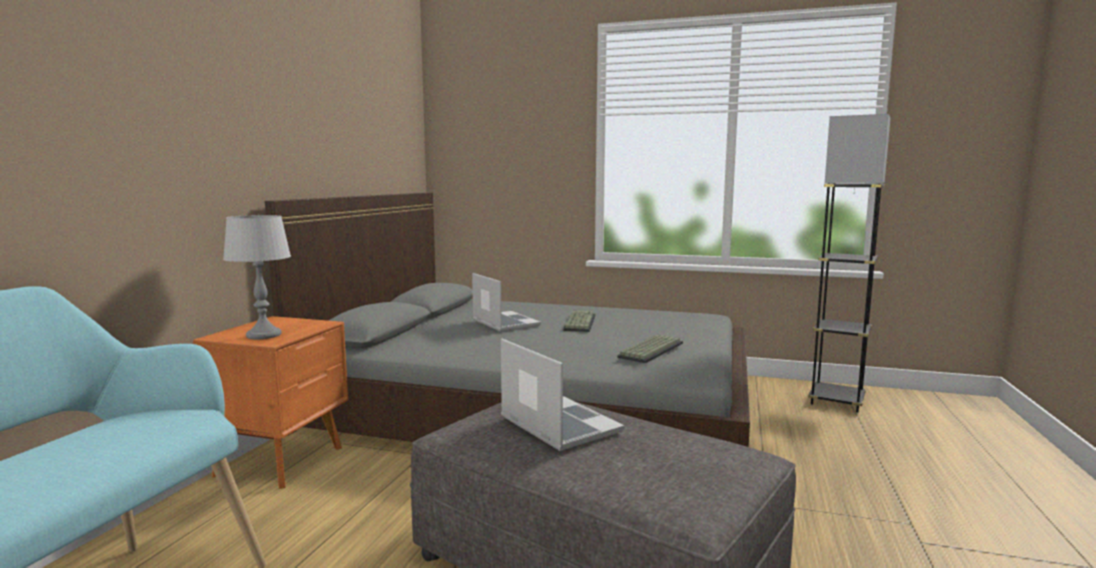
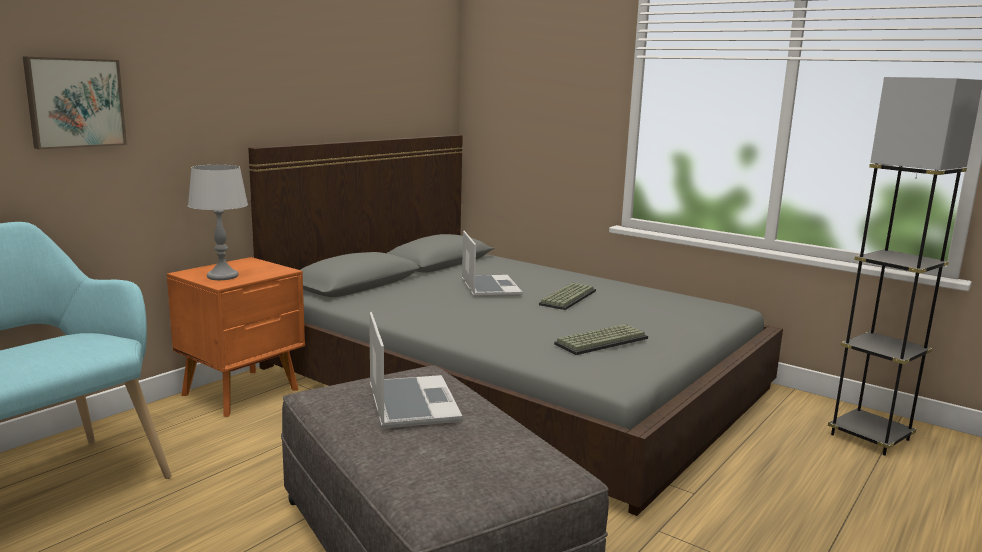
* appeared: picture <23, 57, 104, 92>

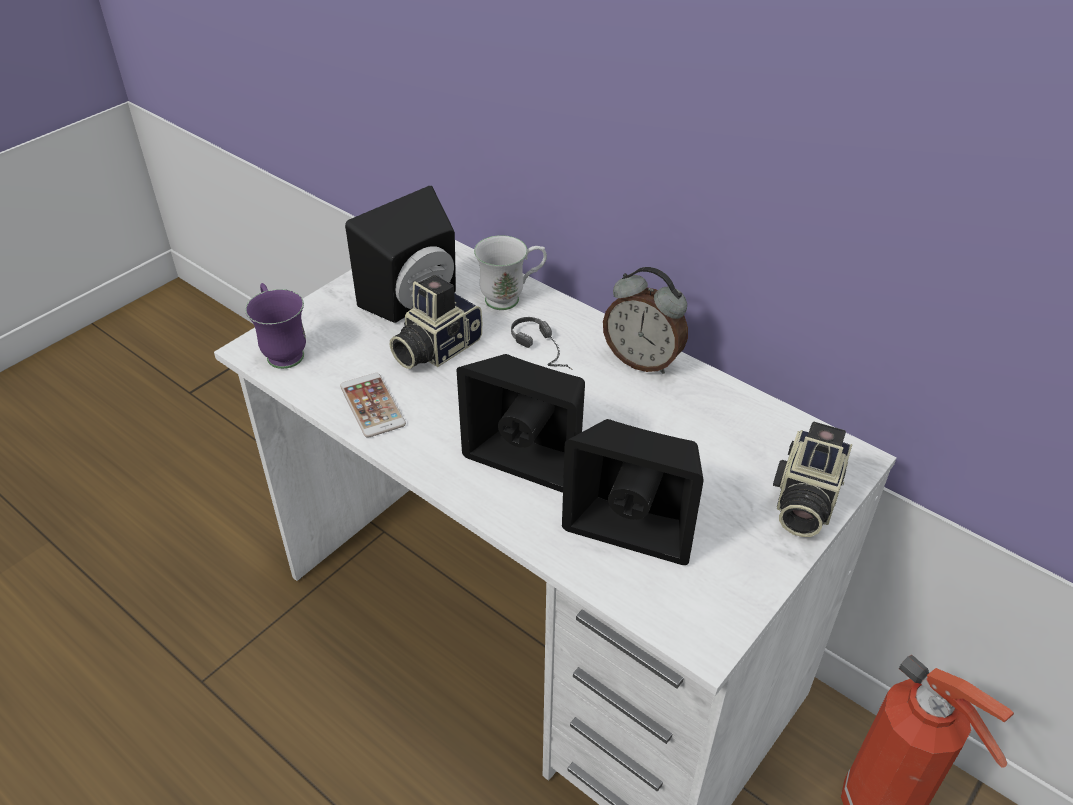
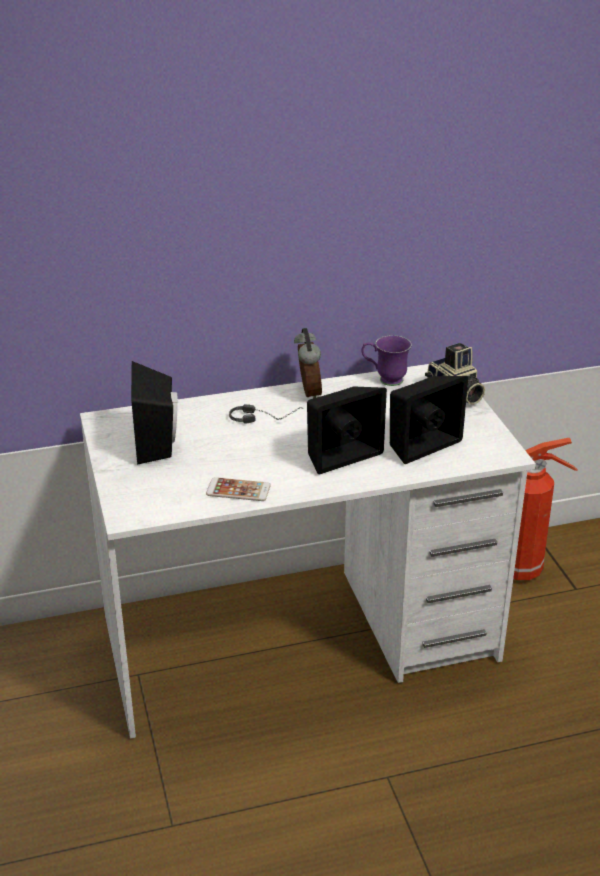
* missing: mug in white <474, 235, 73, 75>
* spun: alarm clock <603, 267, 85, 107> = <294, 328, 28, 70> 75 degrees counterclockwise
* missing: photo camera <390, 275, 92, 94>
* relocated: mug in purple <245, 283, 61, 86> to <361, 335, 51, 51>

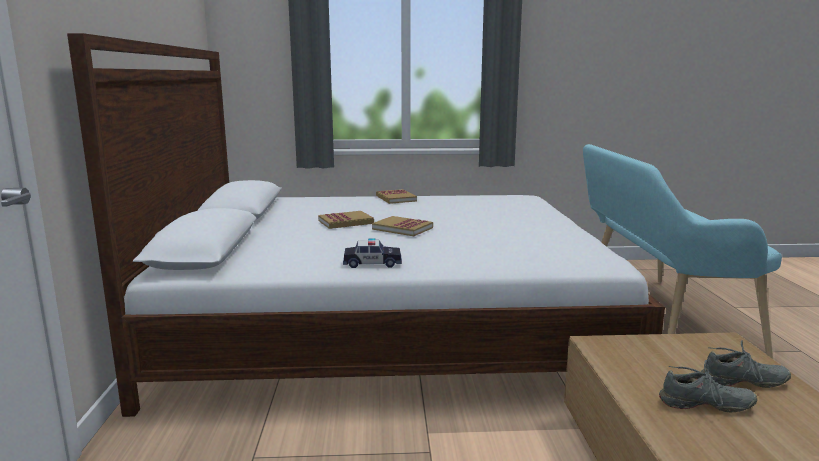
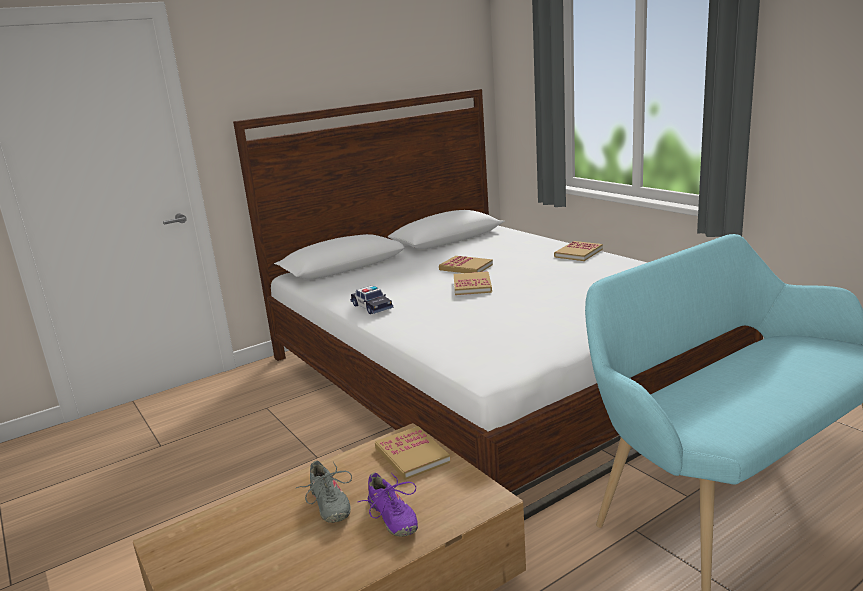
* colour: shoe in grey <701, 340, 90, 48> to shoe in purple <357, 472, 61, 65>
* appeared: book <375, 426, 75, 54>

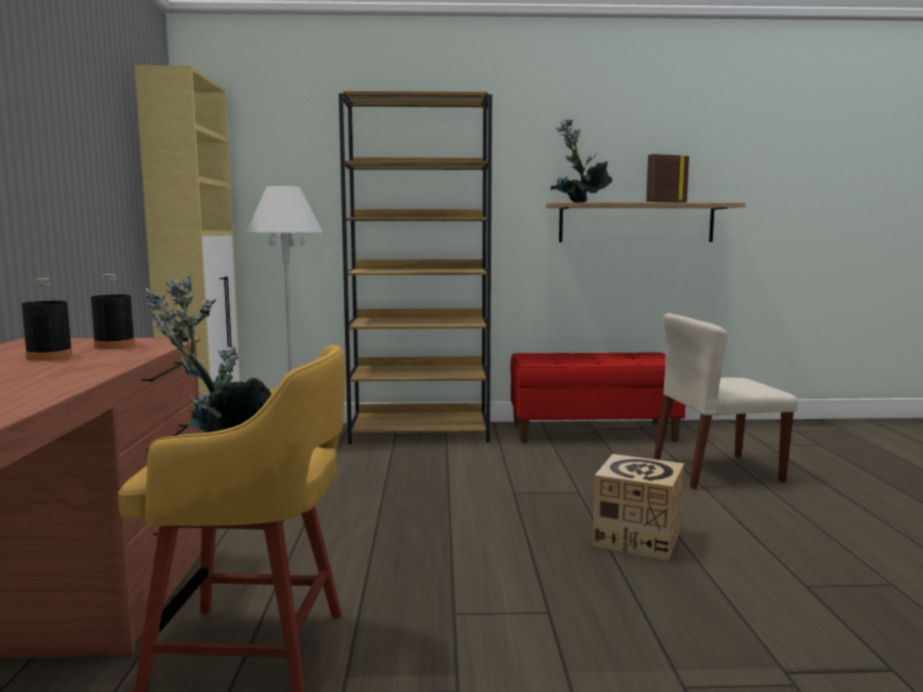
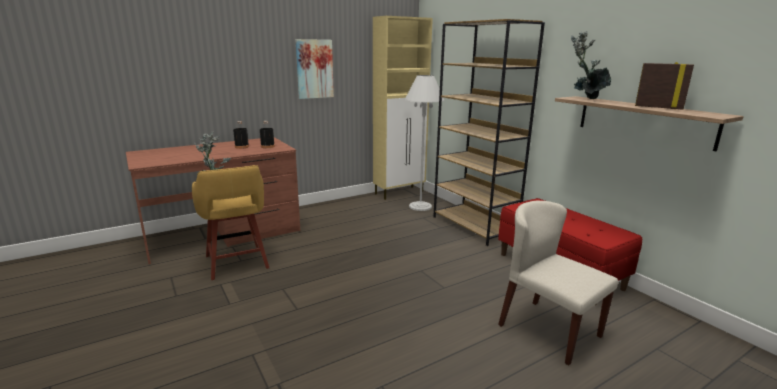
* missing: cardboard box <592, 454, 92, 107>
* appeared: picture <295, 39, 39, 60>

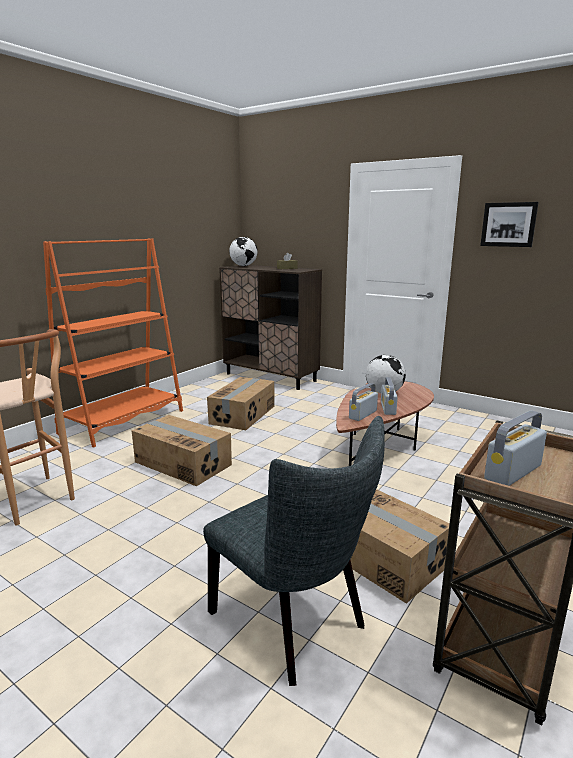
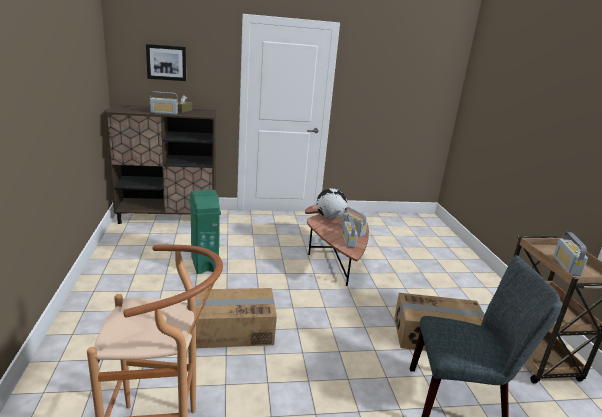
* relocated: picture <480, 202, 59, 45> to <146, 44, 40, 37>
* missing: globe <229, 237, 28, 29>
* missing: bookcase in orange <43, 238, 140, 209>
* exchanged: cardboard box <207, 377, 67, 53> to trash can in green <189, 190, 32, 84>
* appeared: radio <150, 91, 28, 24>

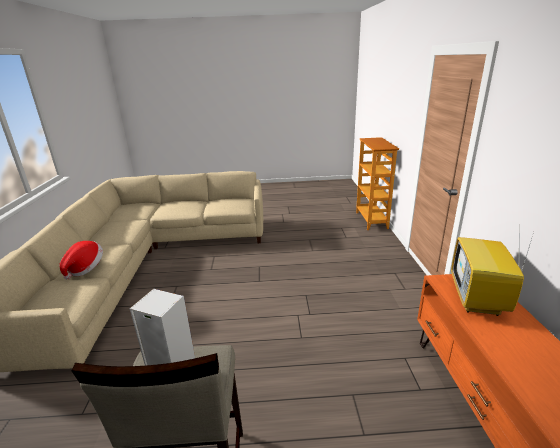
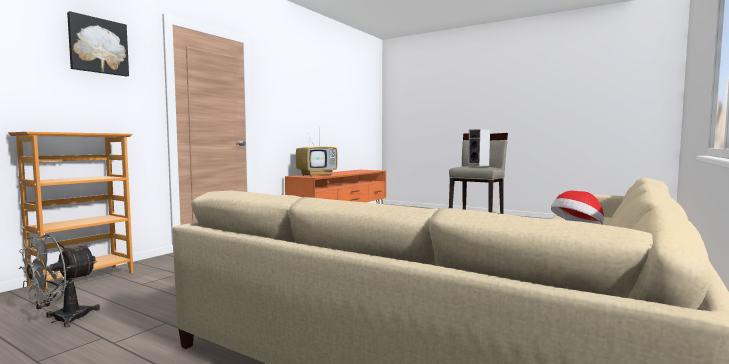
* appeared: picture <67, 11, 62, 65>
* appeared: fan in grey <19, 234, 81, 94>

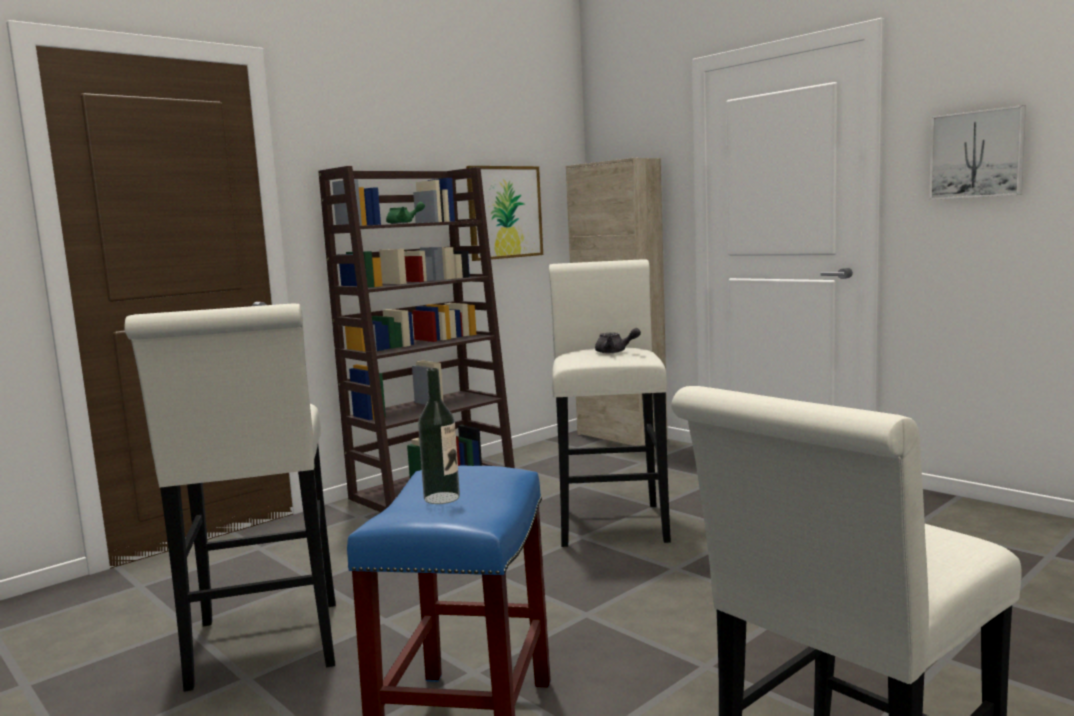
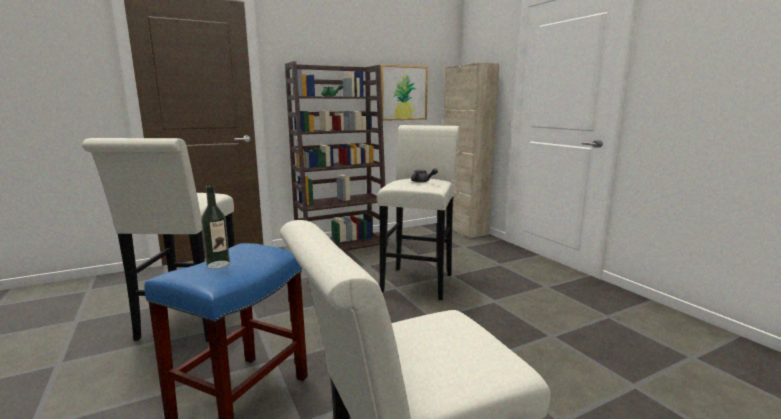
* missing: picture <929, 105, 97, 95>

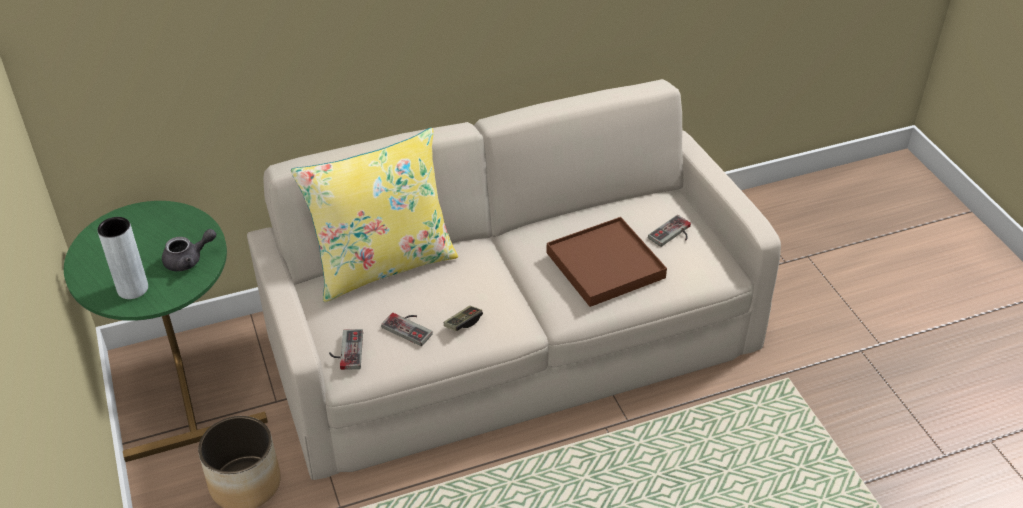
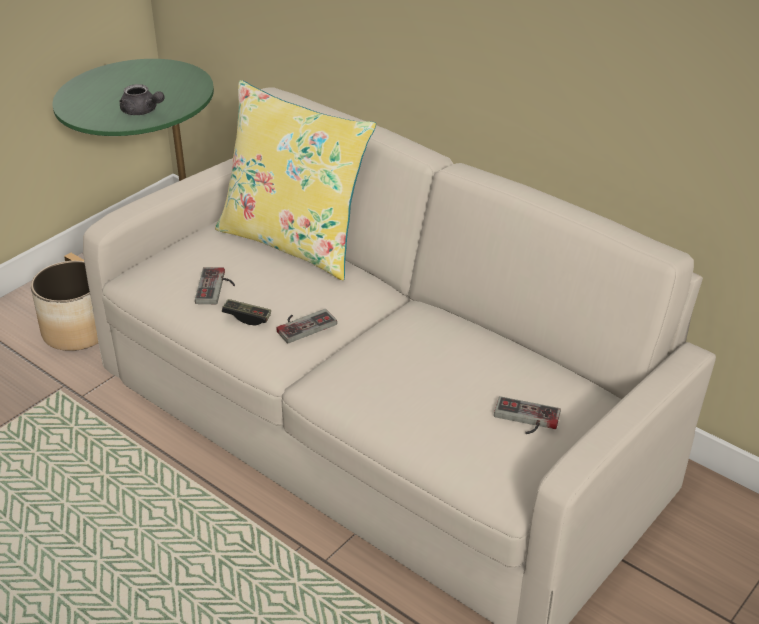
* missing: vase in grey <97, 217, 51, 82>
* missing: tray in brown <546, 217, 121, 90>
* relocated: game controller <329, 329, 34, 41> to <276, 309, 61, 35>

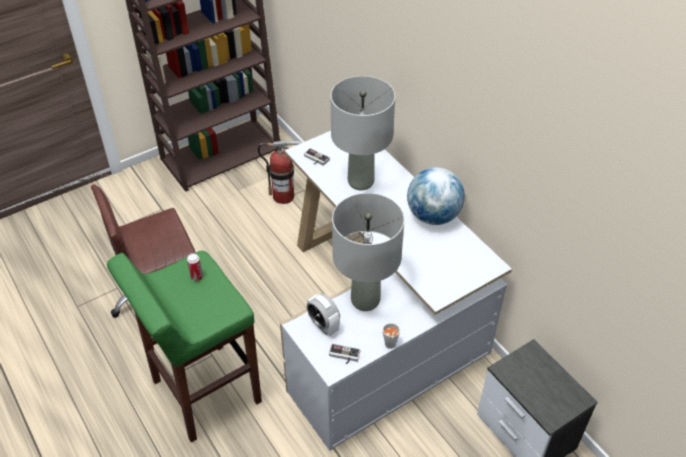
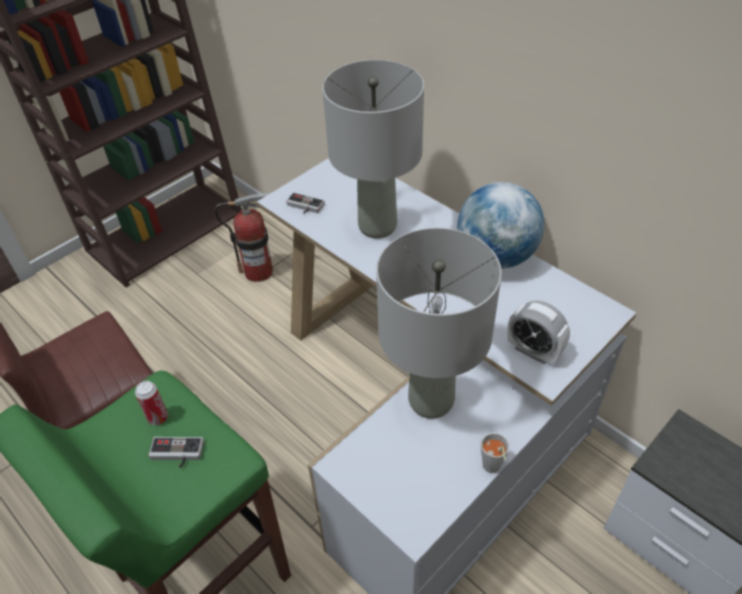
* relocated: alarm clock <307, 293, 33, 43> to <507, 301, 63, 64>
* relocated: game controller <329, 343, 31, 21> to <148, 437, 56, 31>

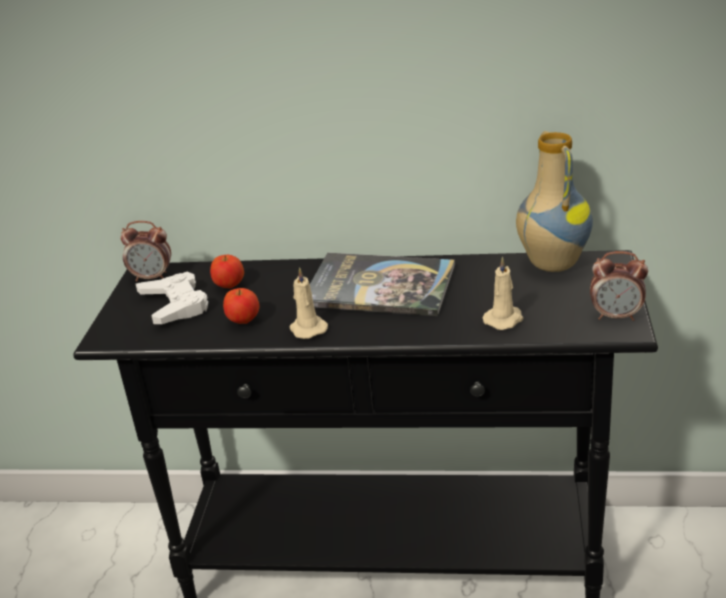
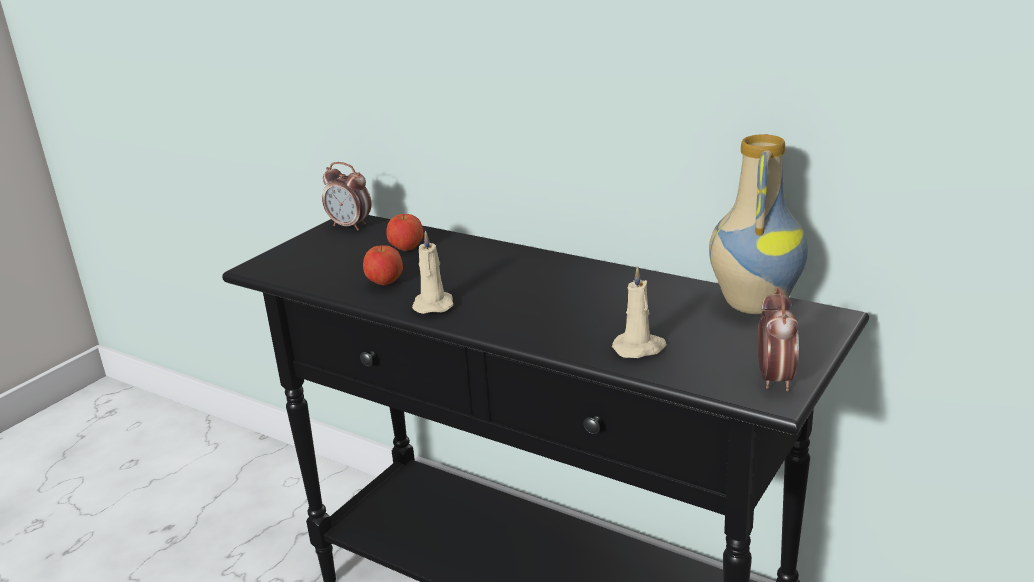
* spun: alarm clock <590, 251, 58, 70> = <758, 287, 41, 104> 120 degrees counterclockwise
* missing: book <310, 253, 145, 63>
* missing: game controller in white <136, 272, 72, 52>

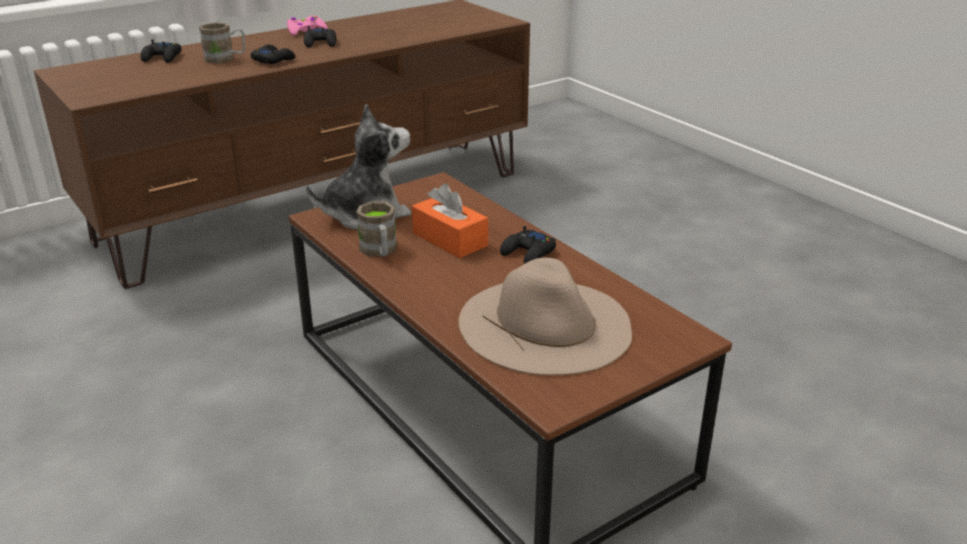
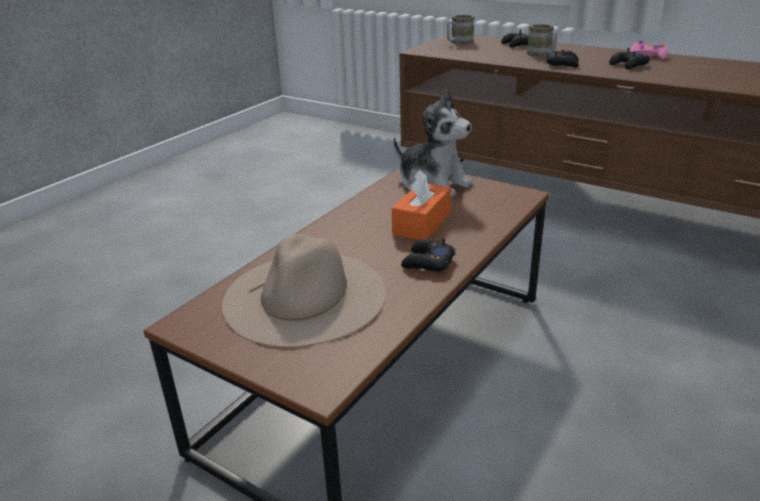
* relocated: mug in brown <356, 201, 41, 56> to <447, 15, 28, 30>

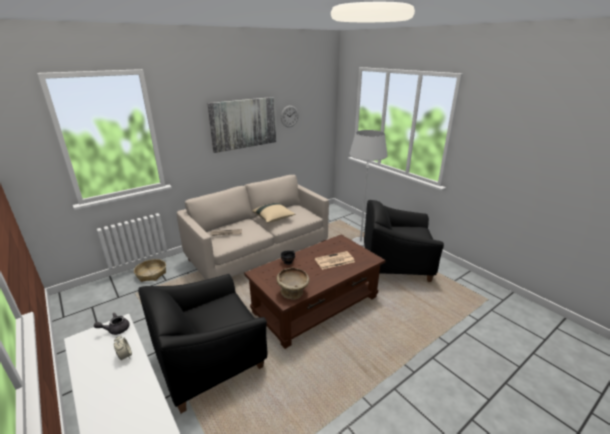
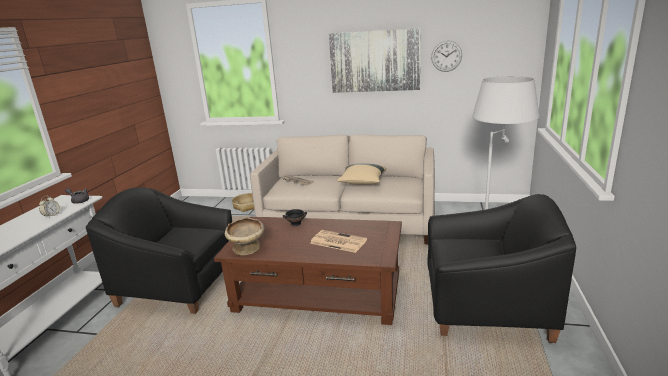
* spun: armchair in black <364, 200, 80, 82> = <427, 194, 149, 149> 135 degrees clockwise

